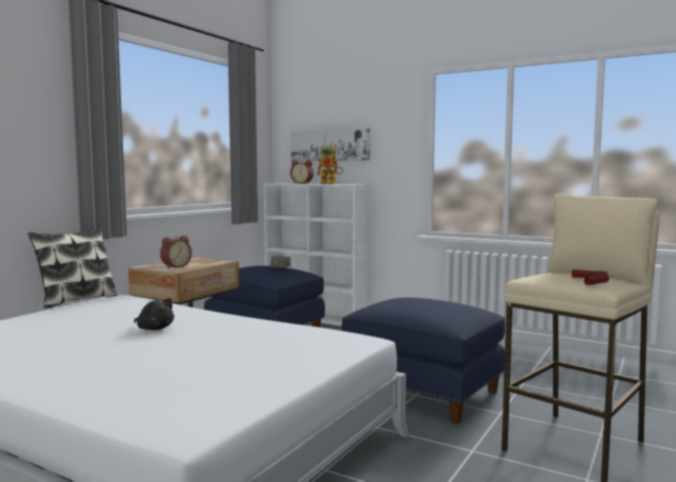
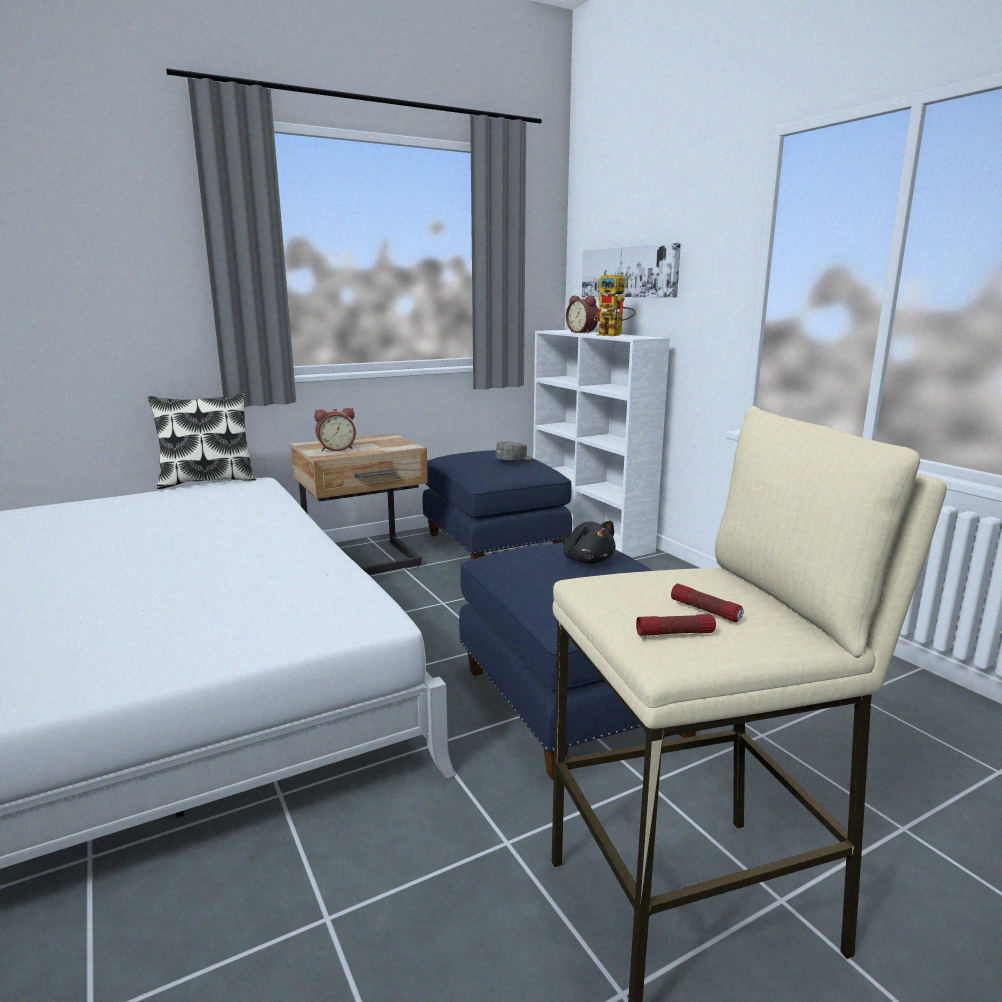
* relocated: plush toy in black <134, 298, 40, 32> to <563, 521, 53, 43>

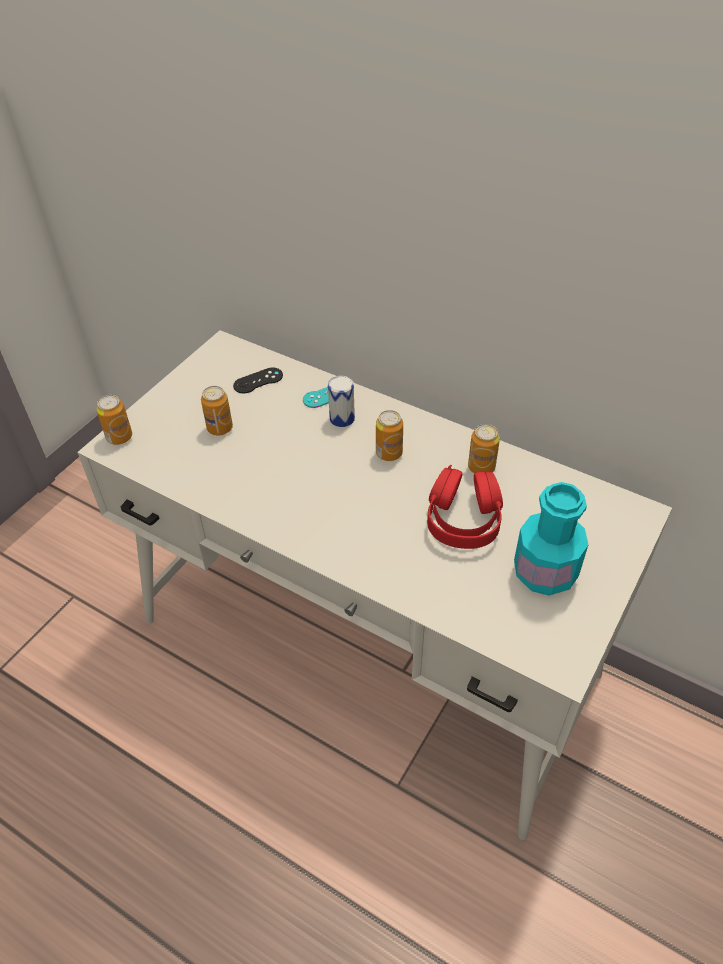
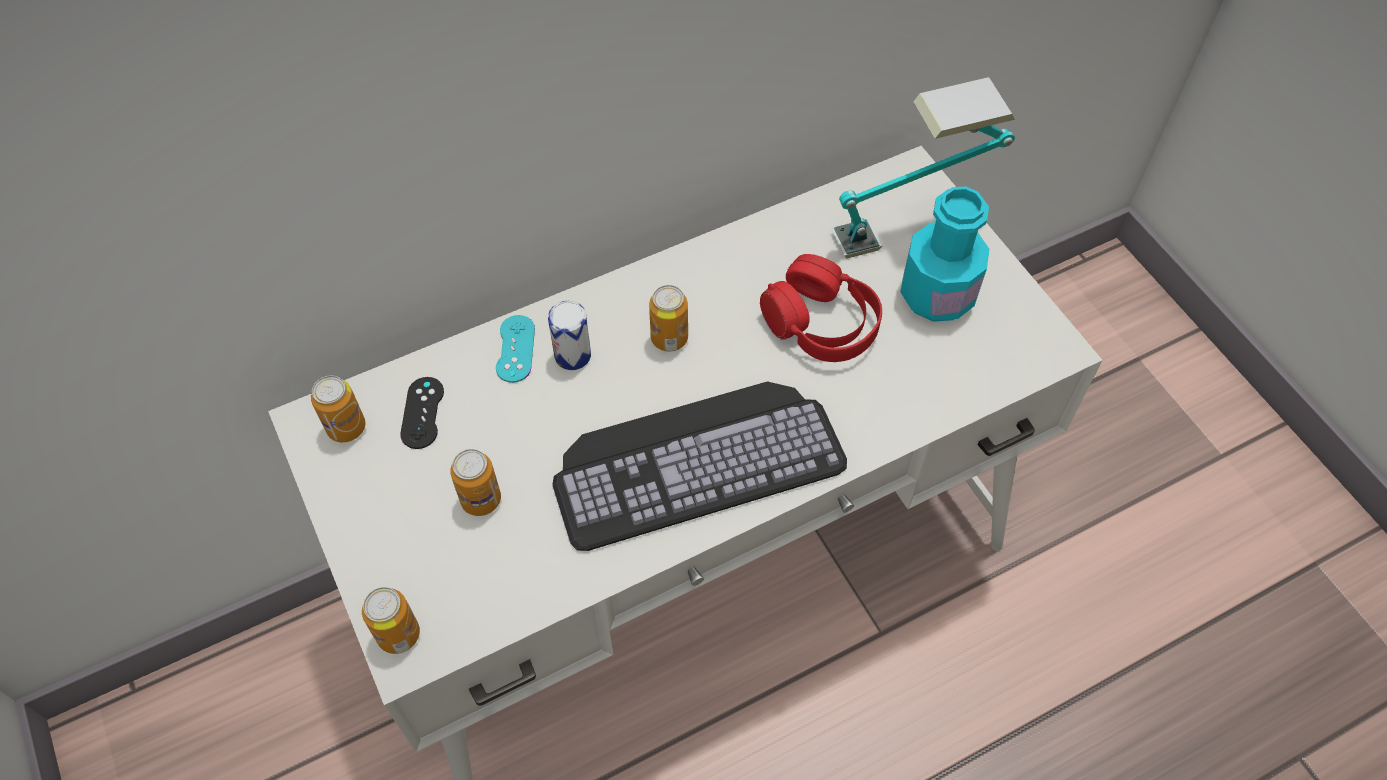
* relocated: can <468, 424, 32, 49> to <311, 375, 54, 67>
* appeared: table lamp <831, 77, 184, 182>
* appeared: keyboard <552, 381, 295, 170>

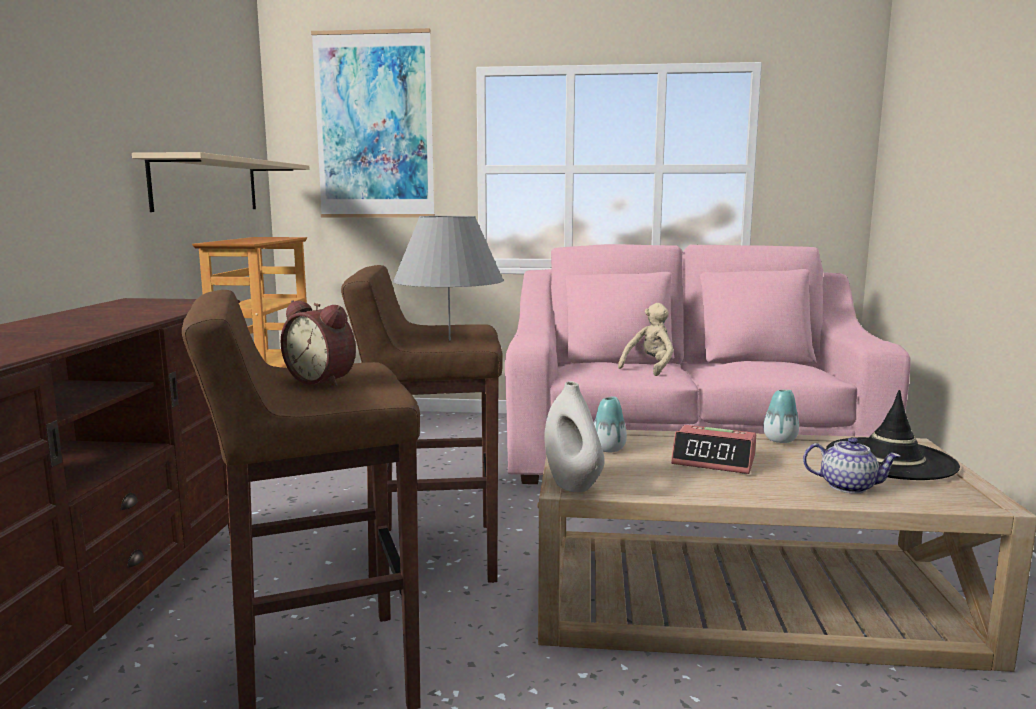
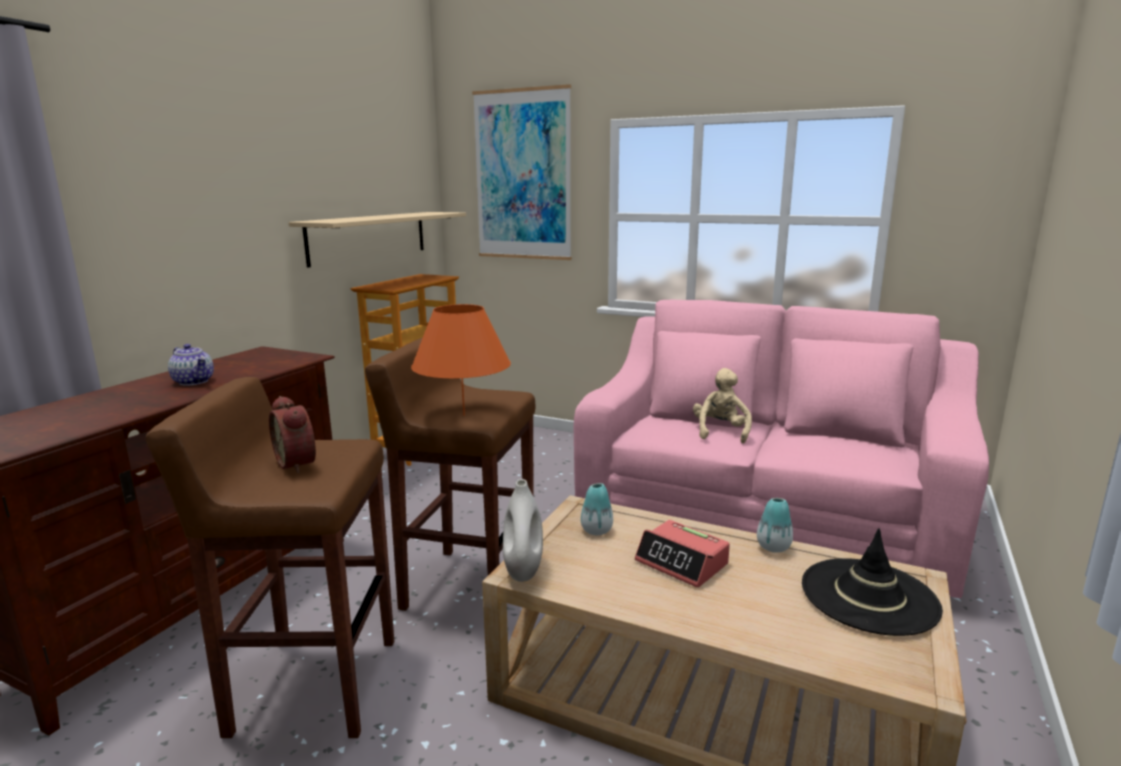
* colour: table lamp in grey <393, 216, 111, 124> to table lamp in orange <411, 304, 100, 112>
* spun: plush toy in beige <618, 303, 56, 73> = <693, 368, 59, 76> 45 degrees counterclockwise
* relocated: teapot <803, 437, 97, 57> to <168, 344, 46, 42>

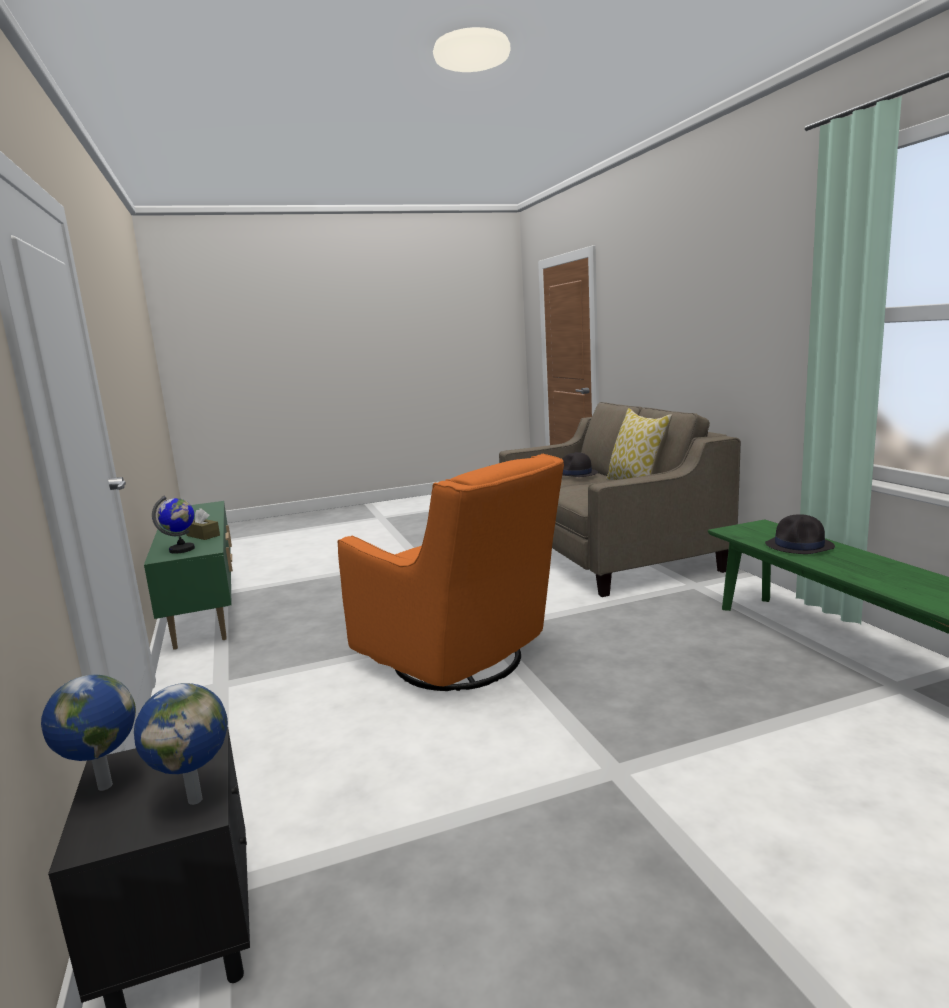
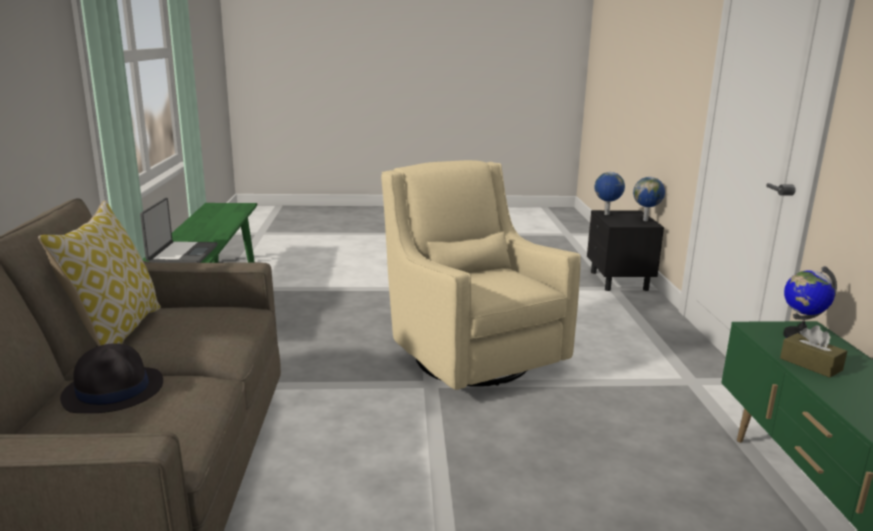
* colour: armchair in orange <337, 454, 227, 237> to armchair in beige <381, 160, 200, 230>
* exchanged: hat in black <765, 514, 70, 40> to laptop <140, 197, 78, 66>

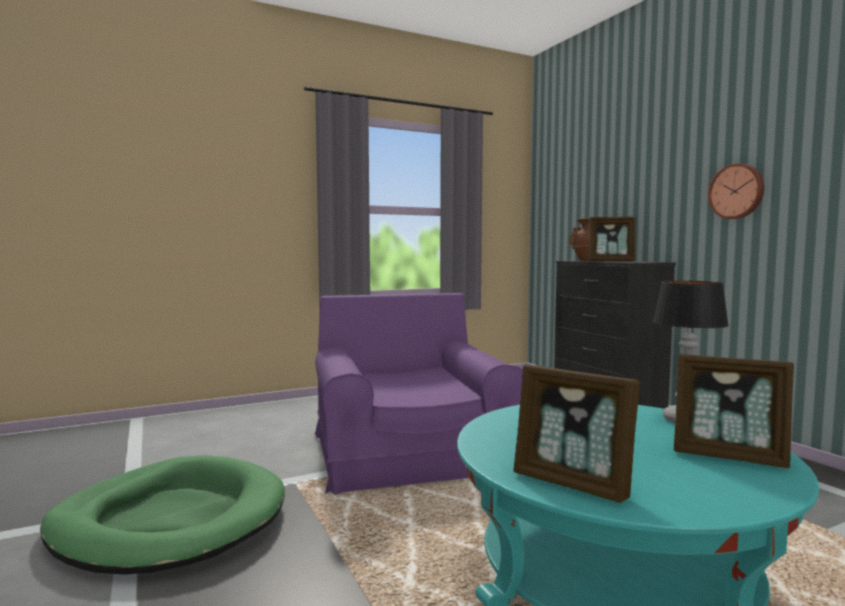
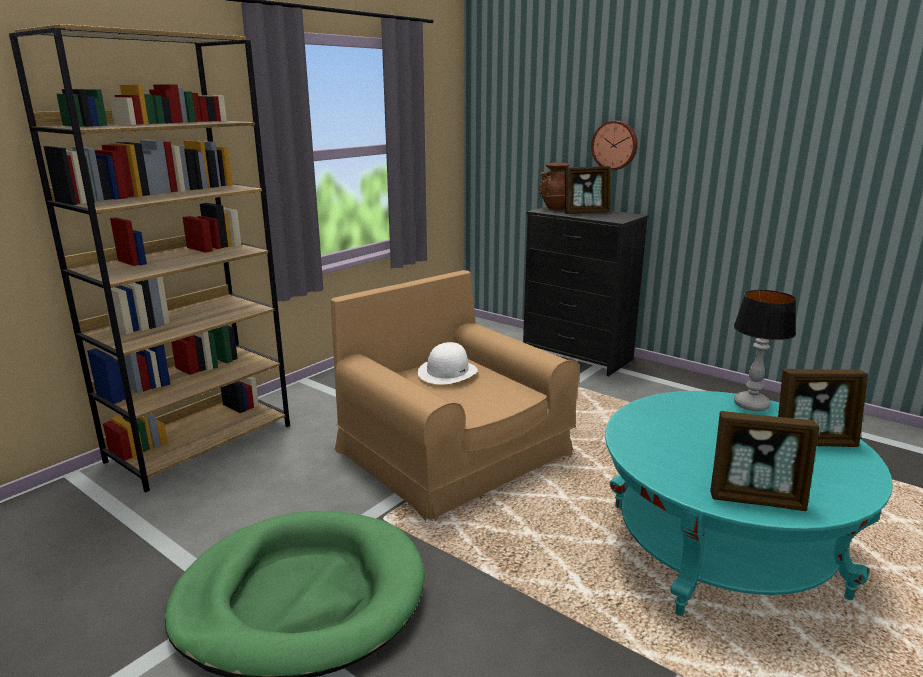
* relocated: wall clock <708, 163, 56, 56> to <591, 121, 47, 49>
* colour: armchair in purple <315, 293, 208, 202> to armchair in brown <331, 270, 249, 252>
* appeared: bookcase in brown <9, 24, 281, 469>
* appeared: hat in white <418, 342, 60, 42>

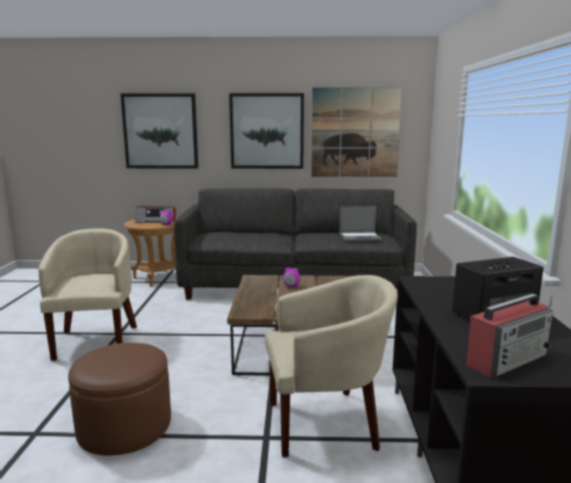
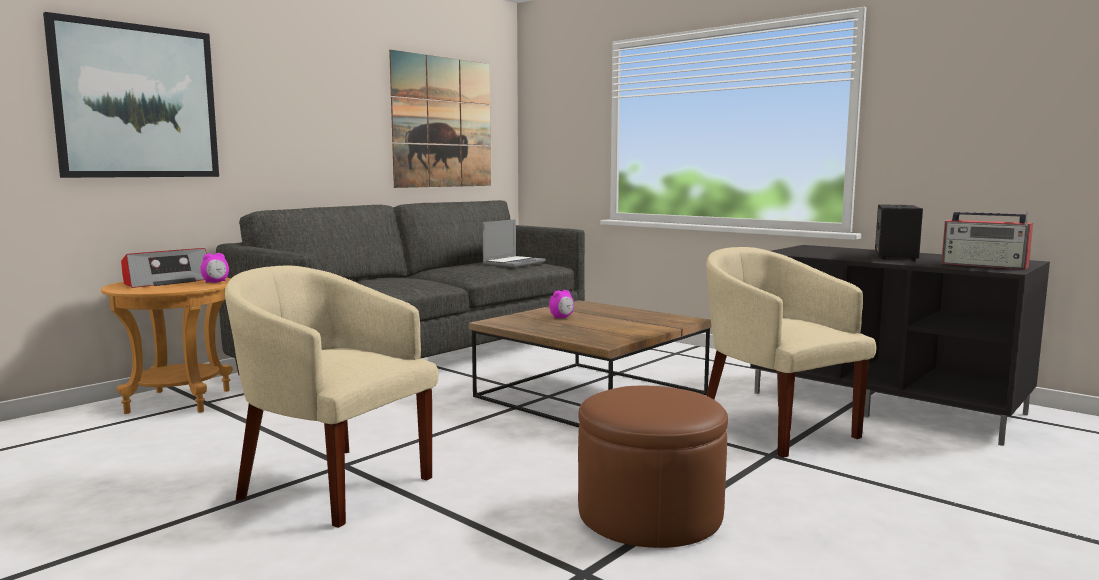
* missing: picture <229, 93, 75, 76>
* spun: armchair in beige <265, 275, 133, 183> = <706, 247, 170, 211> 60 degrees counterclockwise
* spun: radio <466, 294, 87, 83> = <941, 211, 92, 59> 120 degrees clockwise

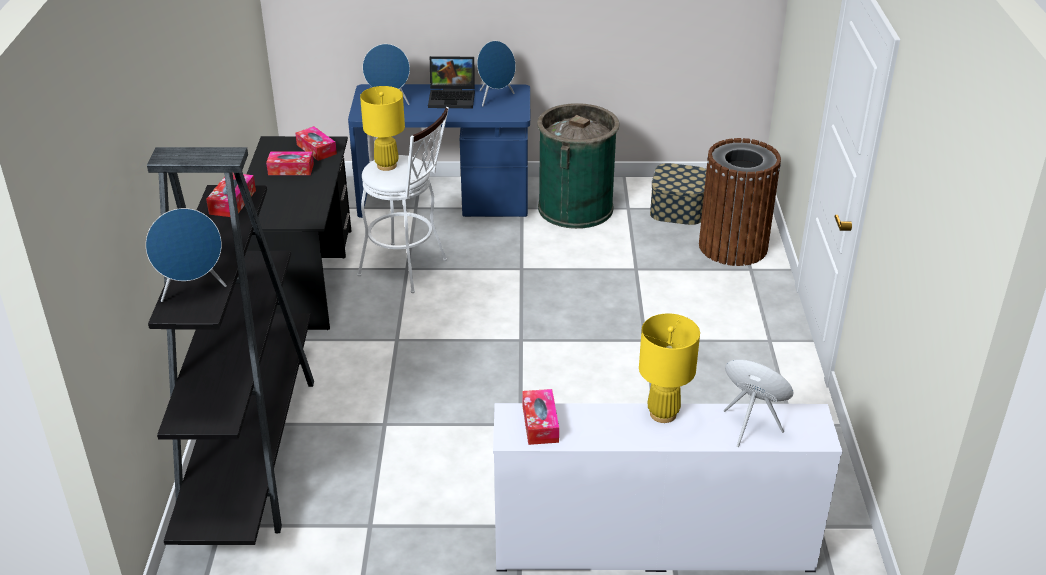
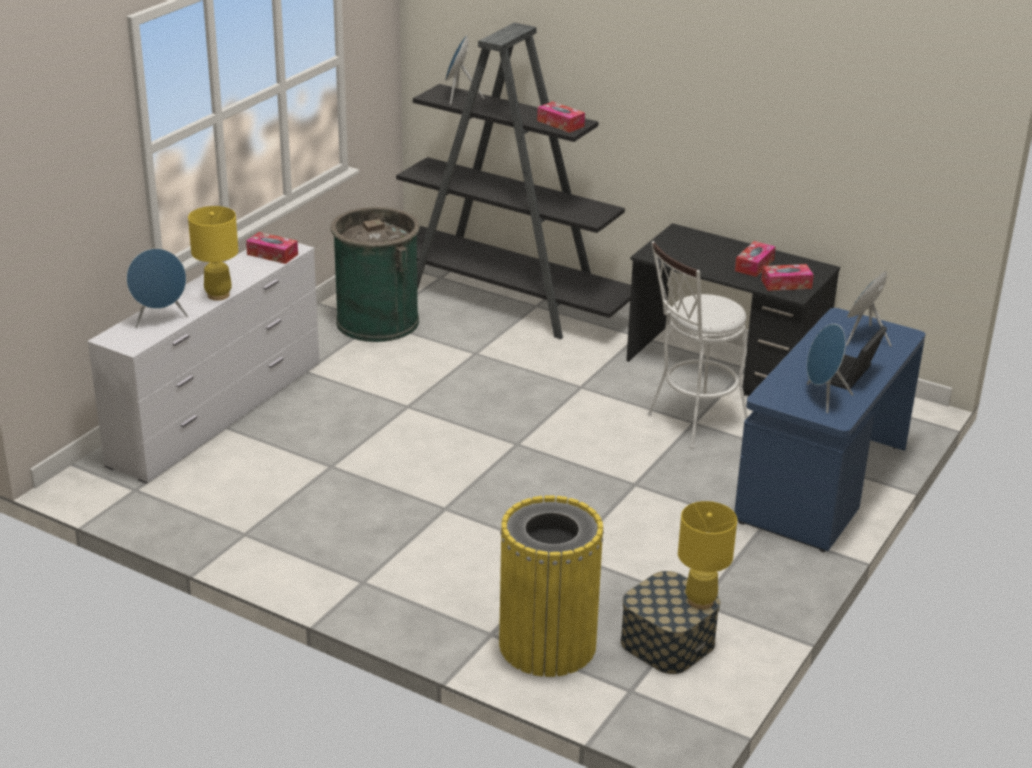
* relocated: table lamp in yellow <360, 86, 45, 85> to <678, 501, 59, 109>
* relocated: trash can in green <537, 103, 83, 126> to <330, 207, 90, 135>
* colour: trash can in brown <699, 138, 82, 128> to trash can in yellow <499, 495, 105, 182>

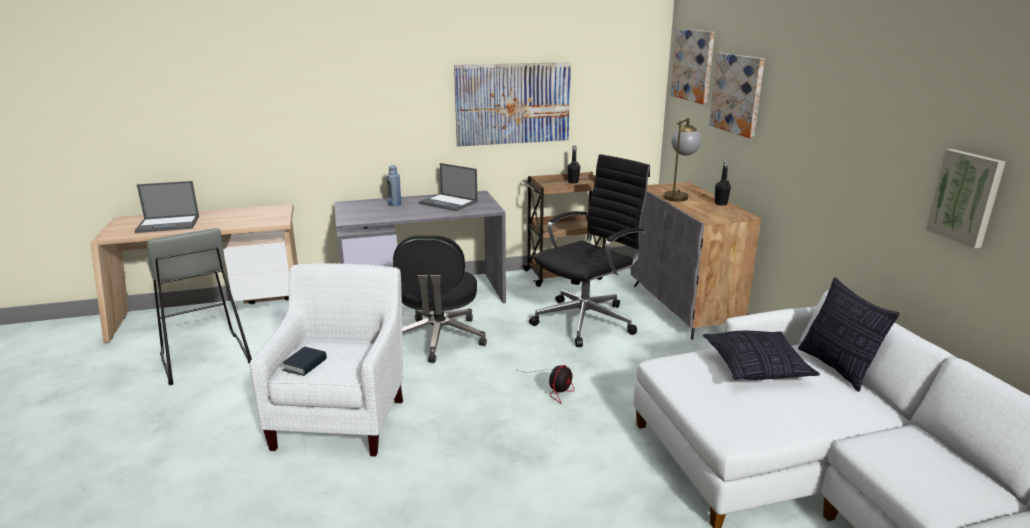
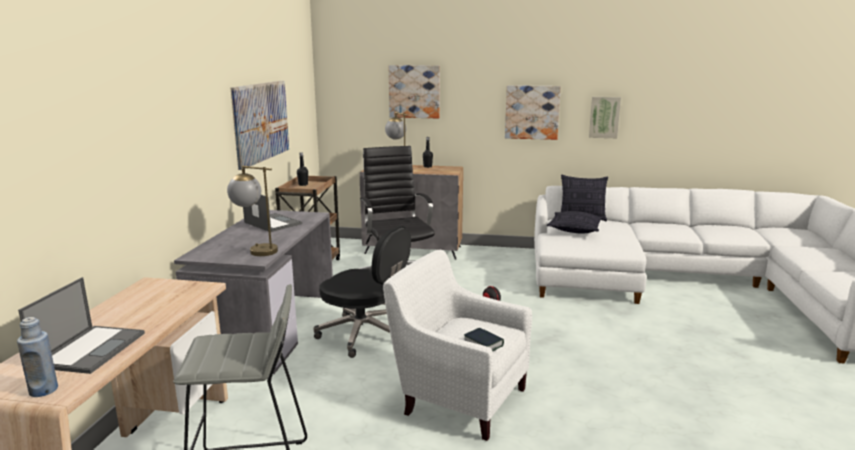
* relocated: picture <670, 29, 45, 75> to <505, 85, 56, 55>
* spun: laptop <419, 163, 59, 48> = <243, 195, 59, 37> 105 degrees counterclockwise
* relocated: bottle in blue <387, 165, 14, 41> to <17, 317, 41, 80>
* appeared: table lamp <227, 166, 51, 90>

